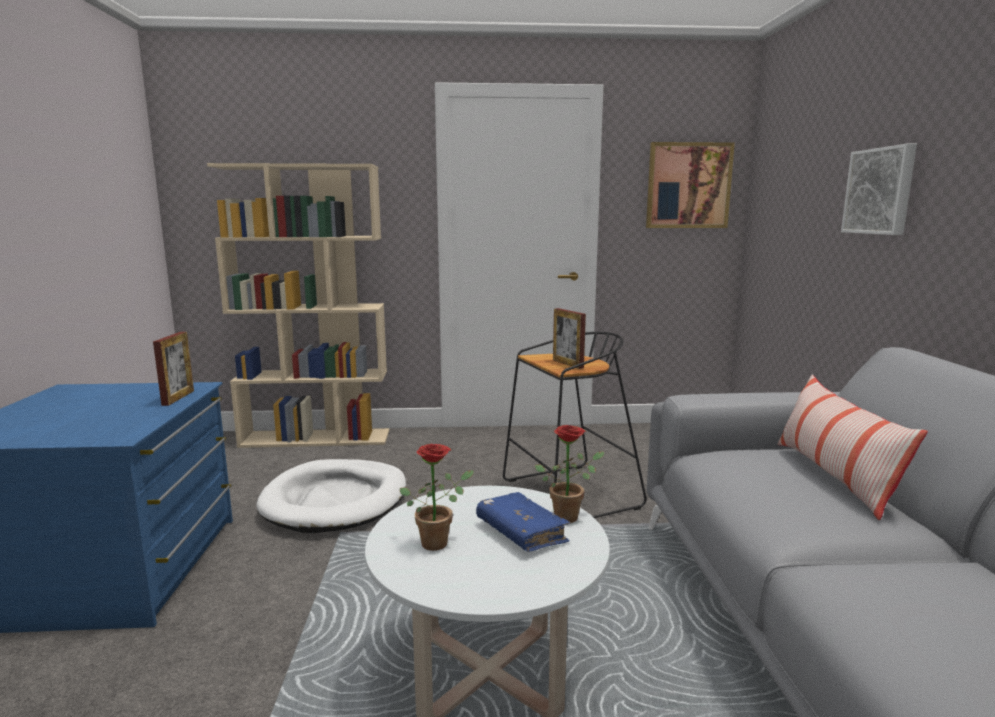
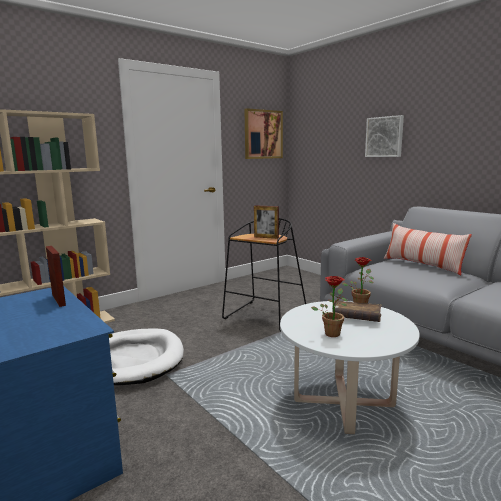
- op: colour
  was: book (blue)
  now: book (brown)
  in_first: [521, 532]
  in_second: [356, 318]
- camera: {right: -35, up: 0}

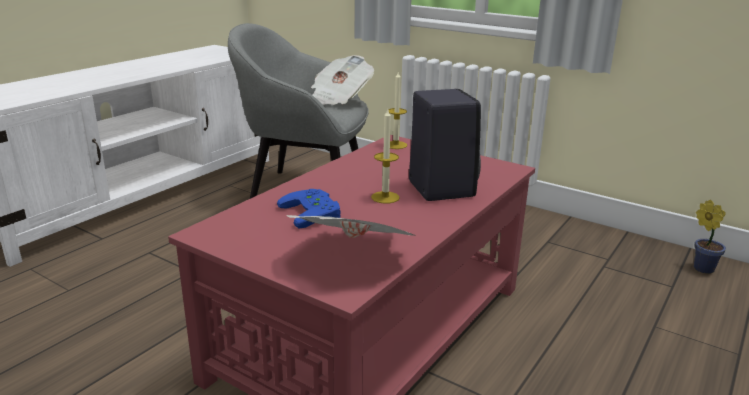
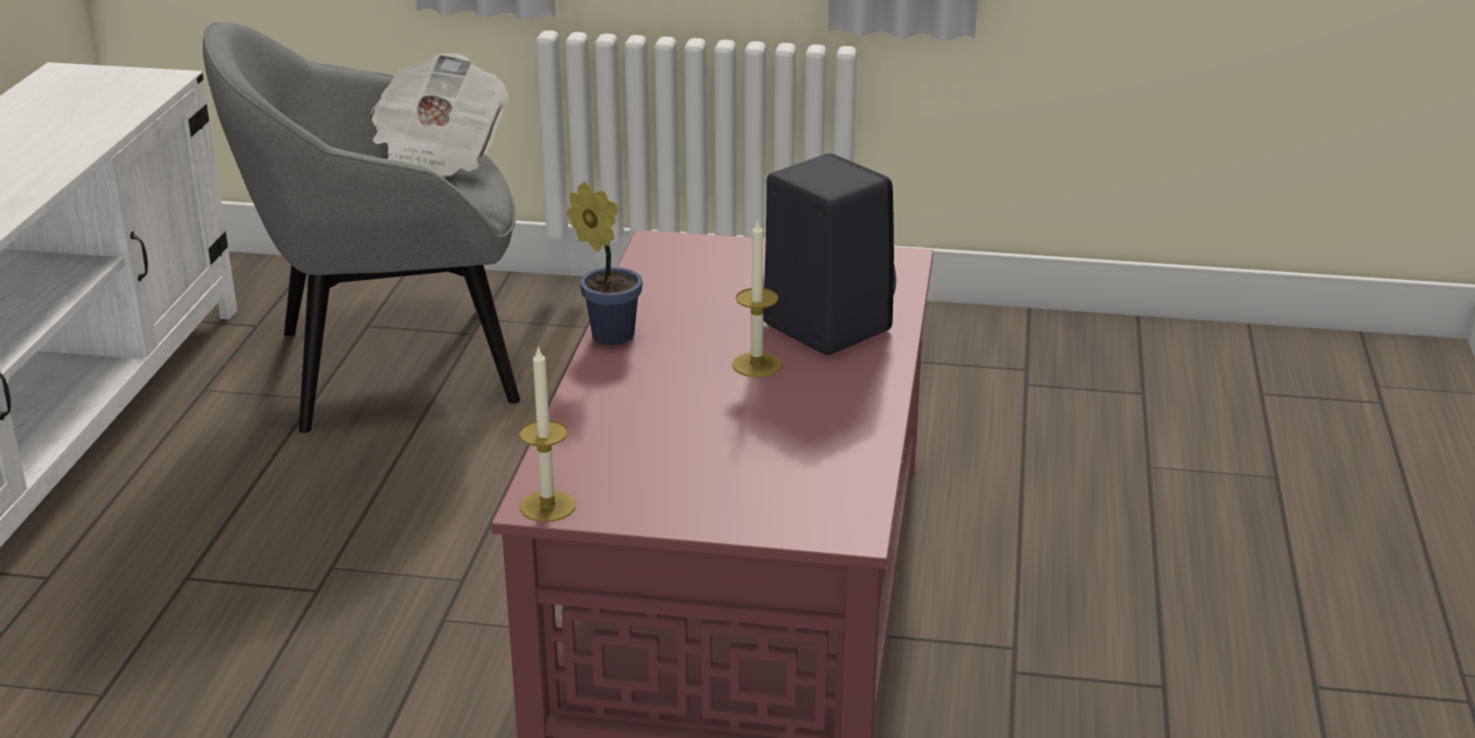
- op: missing
  was: game controller (blue)
  in_first: [314, 212]
- op: missing
  was: newspaper
  in_first: [355, 256]
- op: relocated
  was: candle
  in_first: [395, 145]
  in_second: [547, 506]
- op: relocated
  was: potted plant
  in_first: [701, 268]
  in_second: [608, 334]
- camera: {right: -25, up: 5}

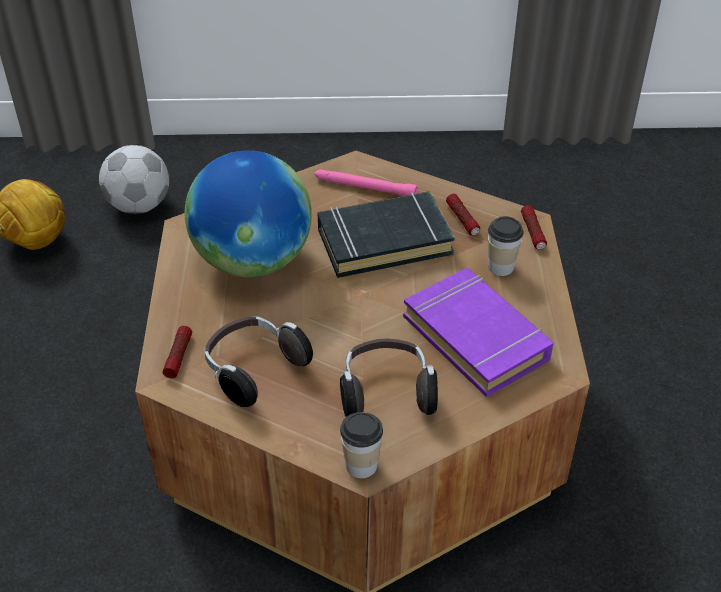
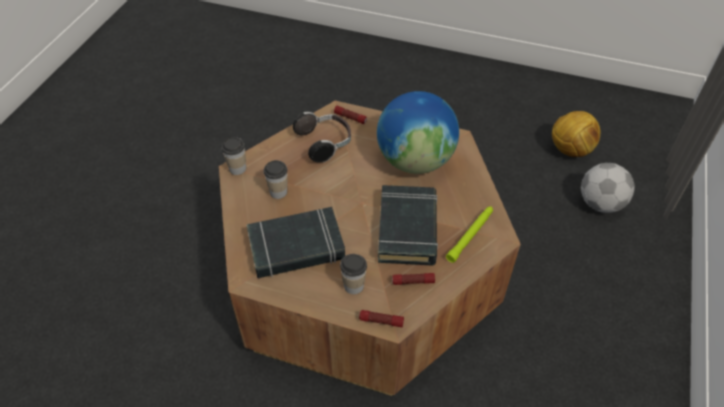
- op: exchanged
  was: headphones
  now: cup
  in_first: [386, 392]
  in_second: [278, 192]
- op: colour
  was: flashlight (pink)
  now: flashlight (green)
  in_first: [364, 188]
  in_second: [470, 235]
- op: colour
  was: book (purple)
  now: book (black)
  in_first: [476, 337]
  in_second: [296, 247]
- camera: {right: 110, up: 5}

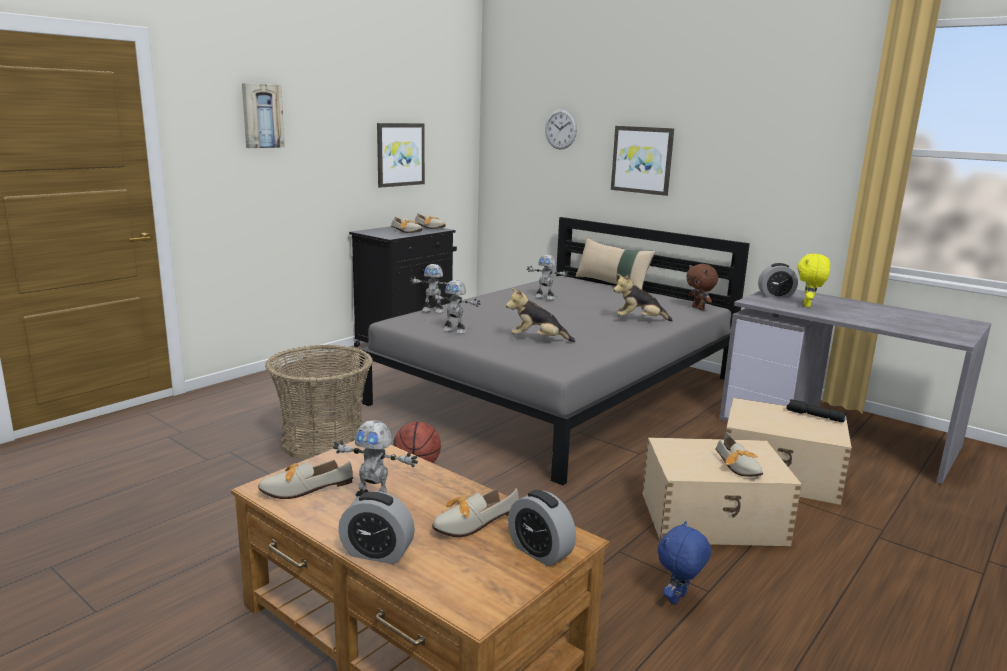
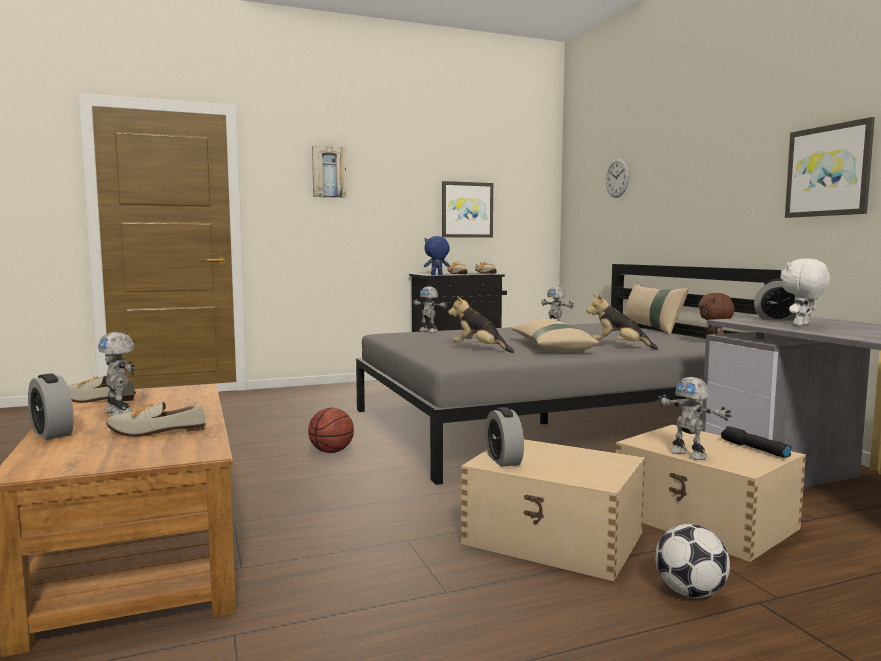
- op: missing
  was: basket
  in_first: [323, 441]
- op: missing
  was: shoe
  in_first: [739, 467]
- op: appeared
  now: pillow (beige)
  in_second: [550, 347]
- op: appeared
  now: football
  in_second: [690, 593]
- op: relocated
  was: toy robot
  in_first: [455, 331]
  in_second: [689, 454]
- op: relocated
  was: alarm clock
  in_first: [540, 552]
  in_second: [503, 460]
- op: relocated
  was: picture
  in_first: [642, 160]
  in_second: [828, 171]
- op: relocated
  was: plush toy (blue)
  in_first: [678, 599]
  in_second: [436, 275]
- op: colour
  was: plush toy (yellow)
  now: plush toy (white)
  in_first: [808, 305]
  in_second: [802, 325]
- camera: {right: 30, up: -10}

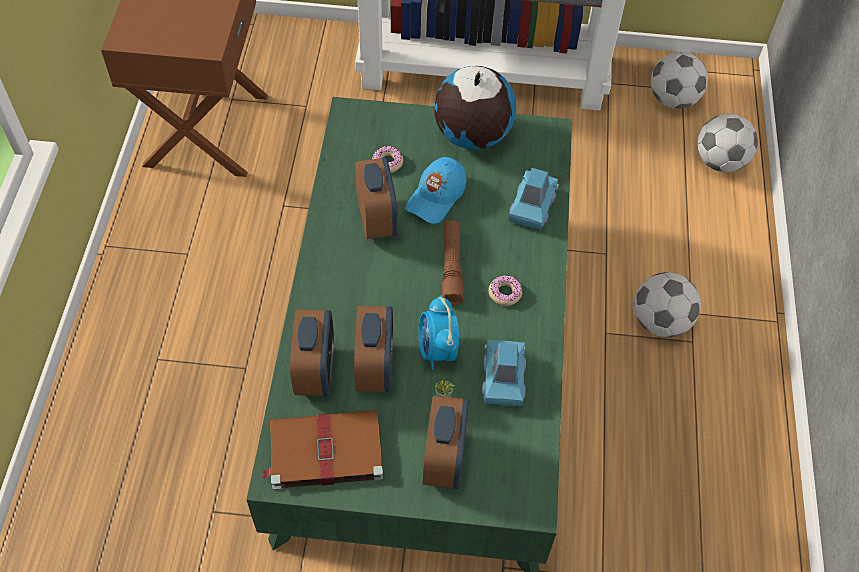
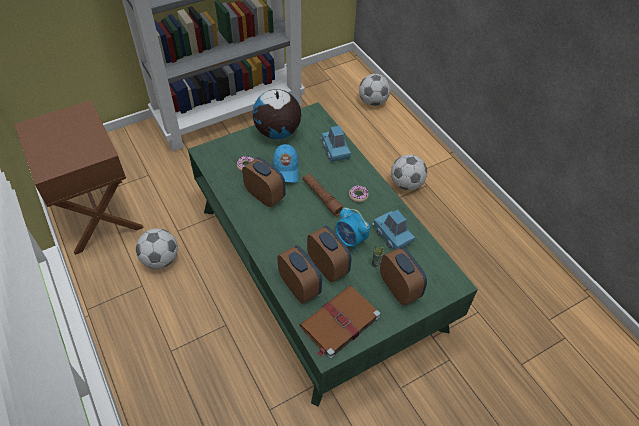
- op: relocated
  was: football
  in_first: [673, 100]
  in_second: [161, 259]
- camera: {right: -35, up: -5}

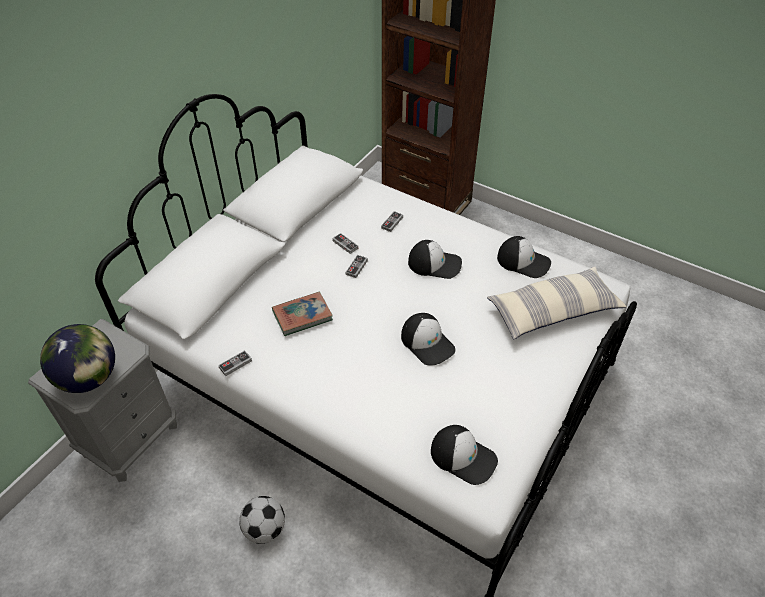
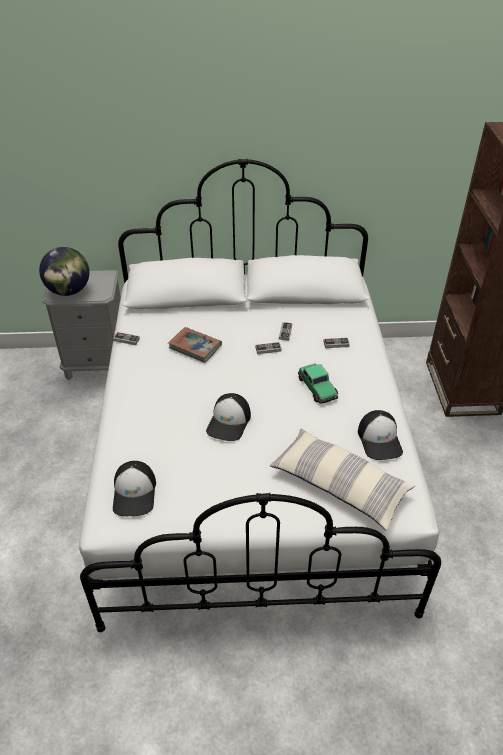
- op: missing
  was: football
  in_first: [264, 529]
- op: exchanged
  was: cap
  now: toy car
  in_first: [435, 263]
  in_second: [317, 388]
- camera: {right: 55, up: -5}

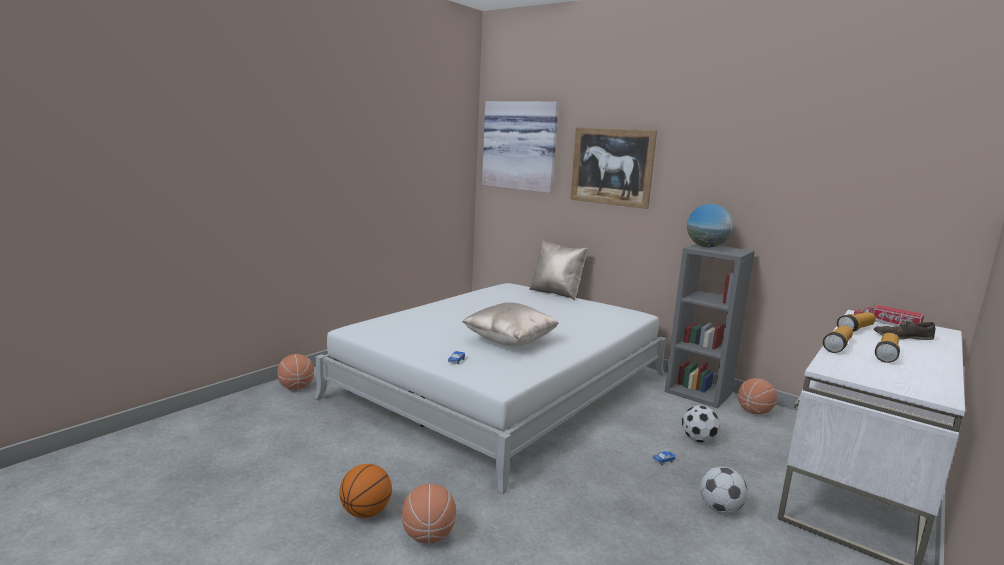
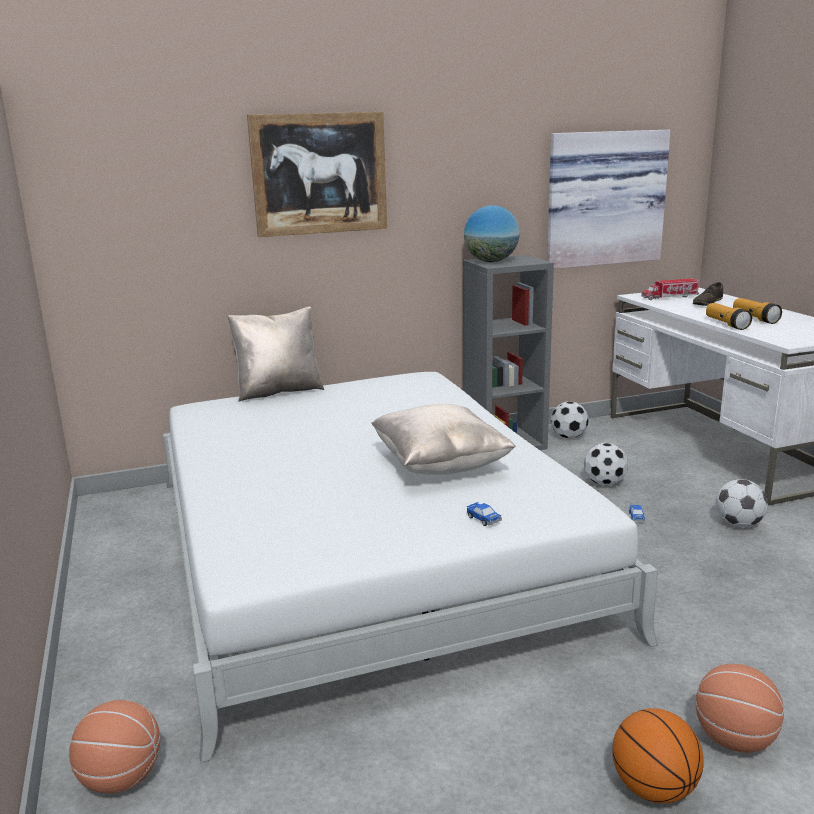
- op: missing
  was: flashlight
  in_first: [855, 329]
- op: relocated
  was: picture
  in_first: [521, 146]
  in_second: [604, 198]
- op: exchanged
  was: basketball
  now: football
  in_first: [754, 412]
  in_second: [569, 436]
- camera: {right: -55, up: 5}

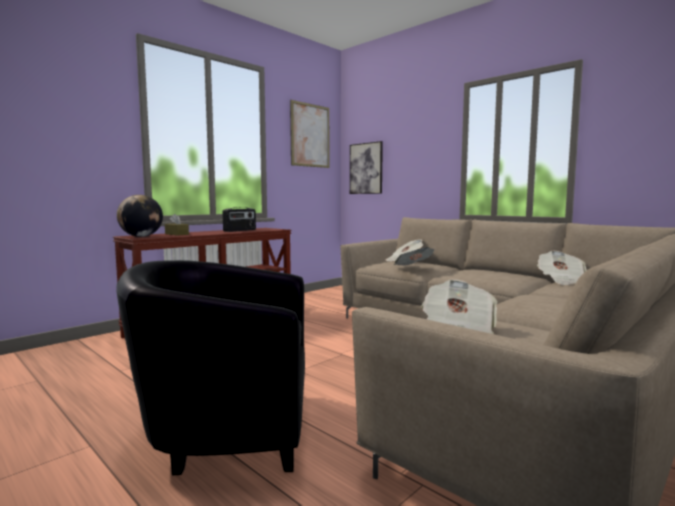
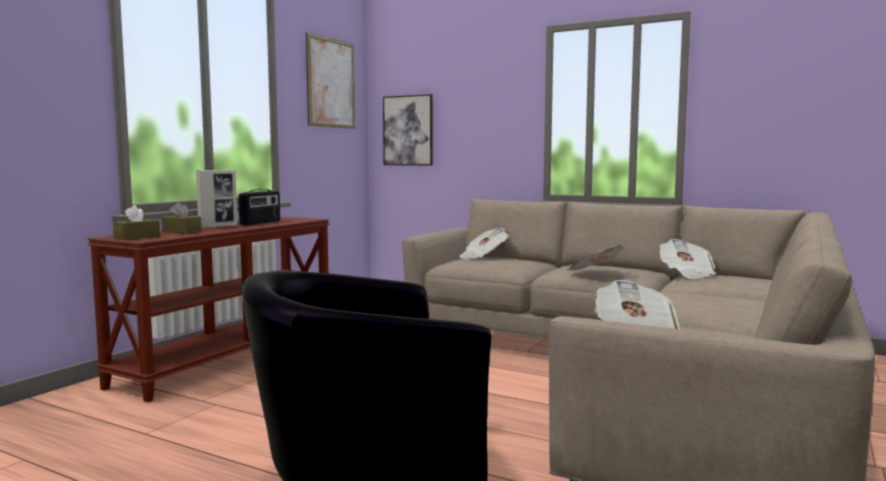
- op: appeared
  now: picture frame
  in_second: [218, 227]
- op: relocated
  was: newspaper
  in_first: [413, 268]
  in_second: [594, 274]
- op: exchanged
  was: globe
  now: tissue box (brown)
  in_first: [141, 236]
  in_second: [137, 237]
- camera: {right: -15, up: 0}

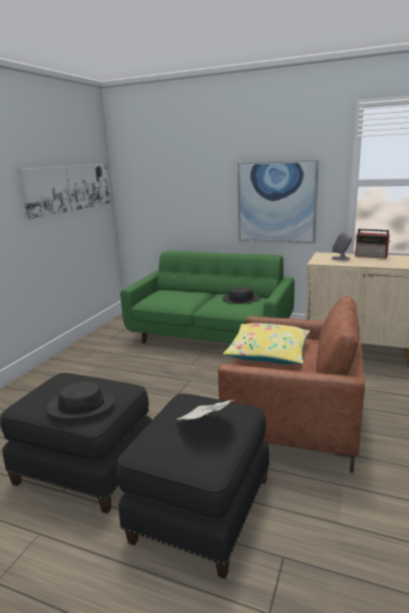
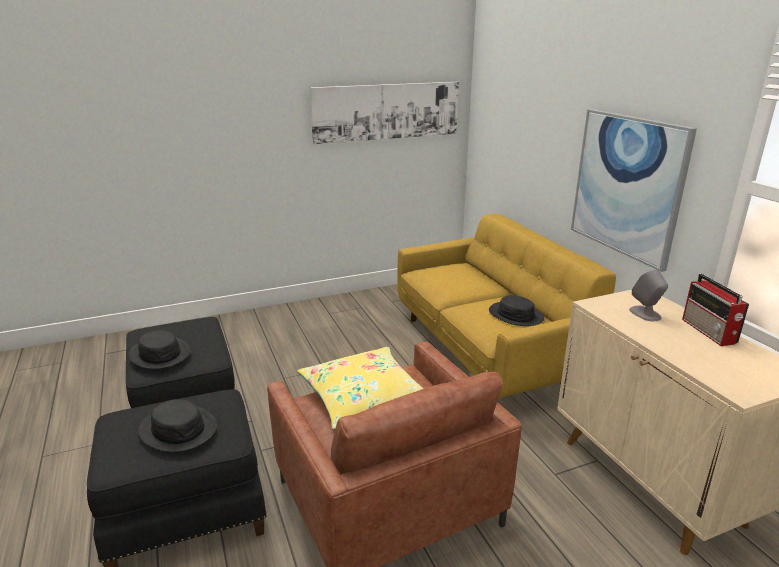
- op: exchanged
  was: newspaper
  now: hat (black)
  in_first: [205, 423]
  in_second: [178, 429]
- op: colour
  was: sofa (green)
  now: sofa (yellow)
  in_first: [211, 335]
  in_second: [491, 347]
- camera: {right: 45, up: 5}

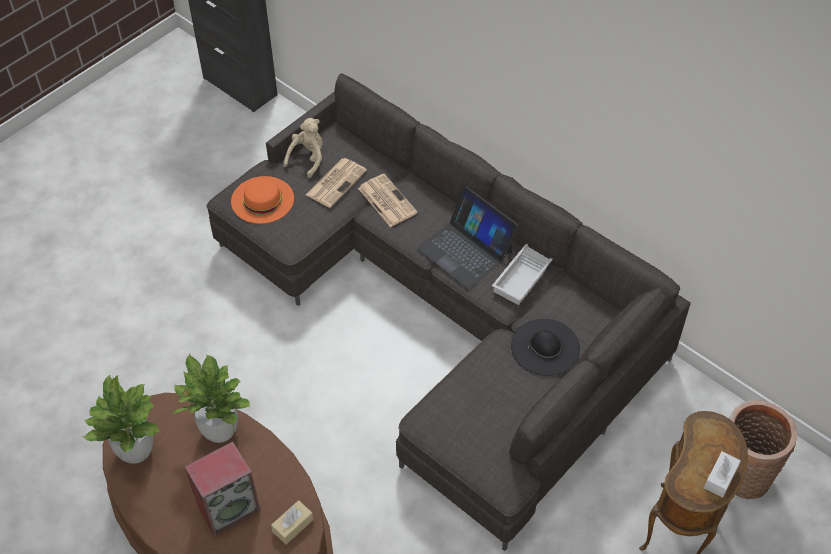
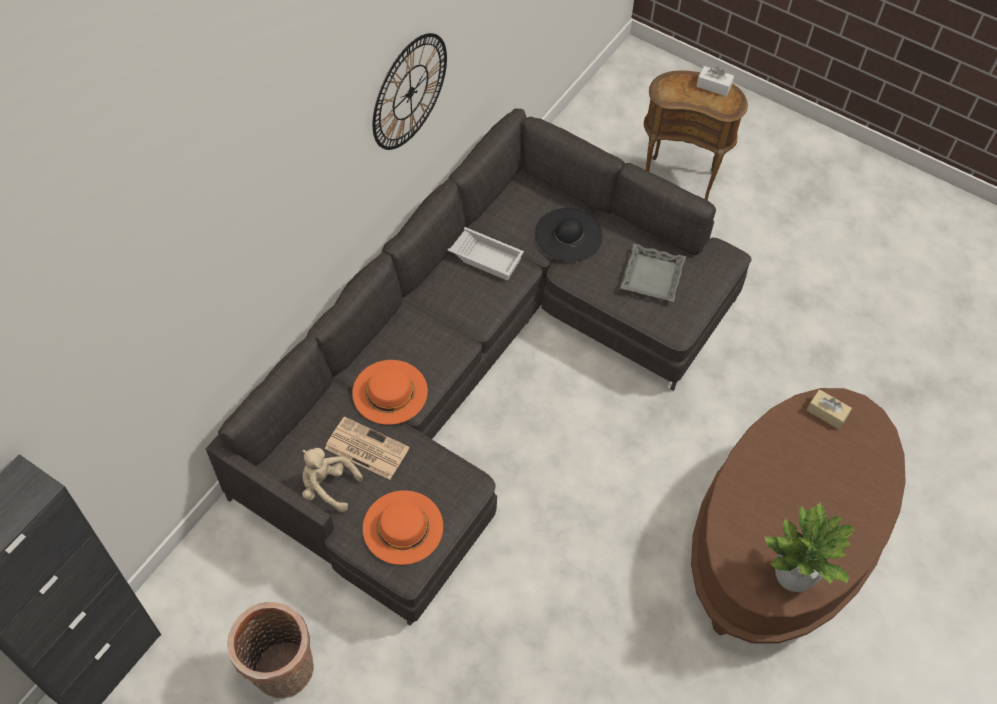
- op: missing
  was: potted plant
  in_first: [219, 431]
- op: missing
  was: speaker
  in_first: [229, 507]
- op: missing
  was: laptop
  in_first: [466, 250]
- op: appeared
  now: wall clock
  in_second: [410, 92]
- op: appeared
  now: tray (grey)
  in_second: [651, 276]
- op: relocated
  was: basket
  in_first: [741, 475]
  in_second: [282, 674]
- op: exchanged
  was: newspaper
  now: hat (orange)
  in_first: [386, 200]
  in_second: [390, 392]
- camera: {right: -100, up: 5}

